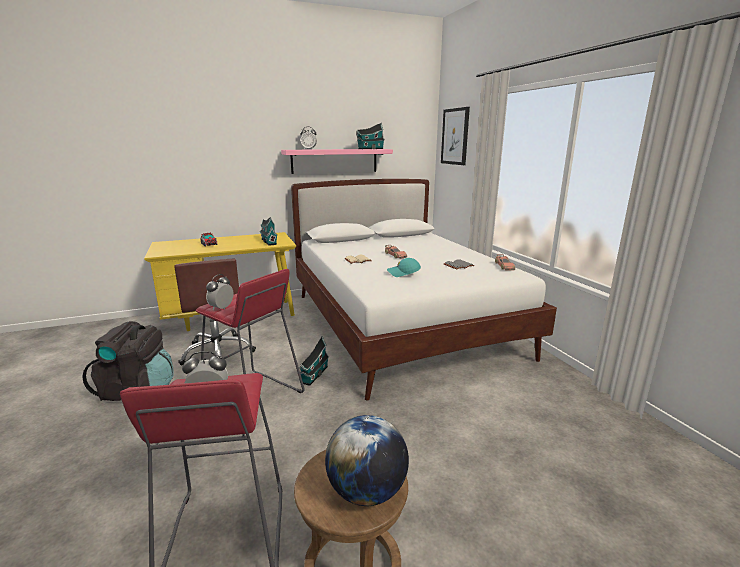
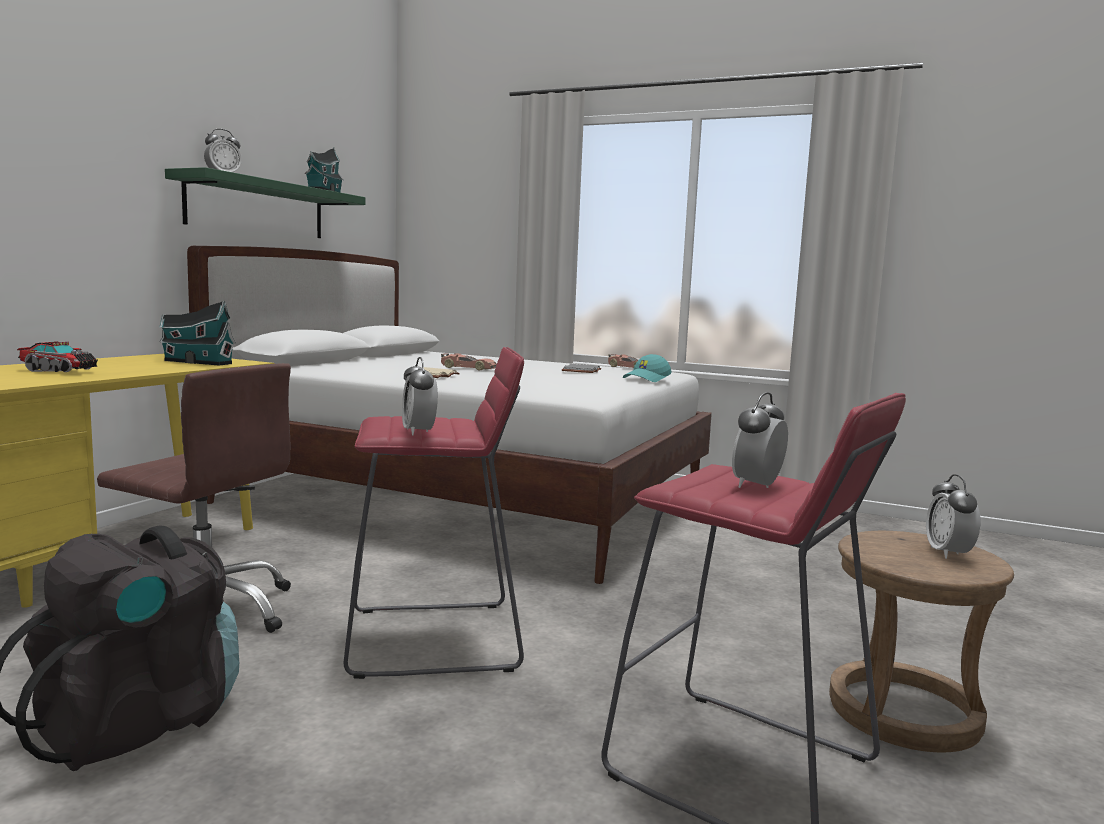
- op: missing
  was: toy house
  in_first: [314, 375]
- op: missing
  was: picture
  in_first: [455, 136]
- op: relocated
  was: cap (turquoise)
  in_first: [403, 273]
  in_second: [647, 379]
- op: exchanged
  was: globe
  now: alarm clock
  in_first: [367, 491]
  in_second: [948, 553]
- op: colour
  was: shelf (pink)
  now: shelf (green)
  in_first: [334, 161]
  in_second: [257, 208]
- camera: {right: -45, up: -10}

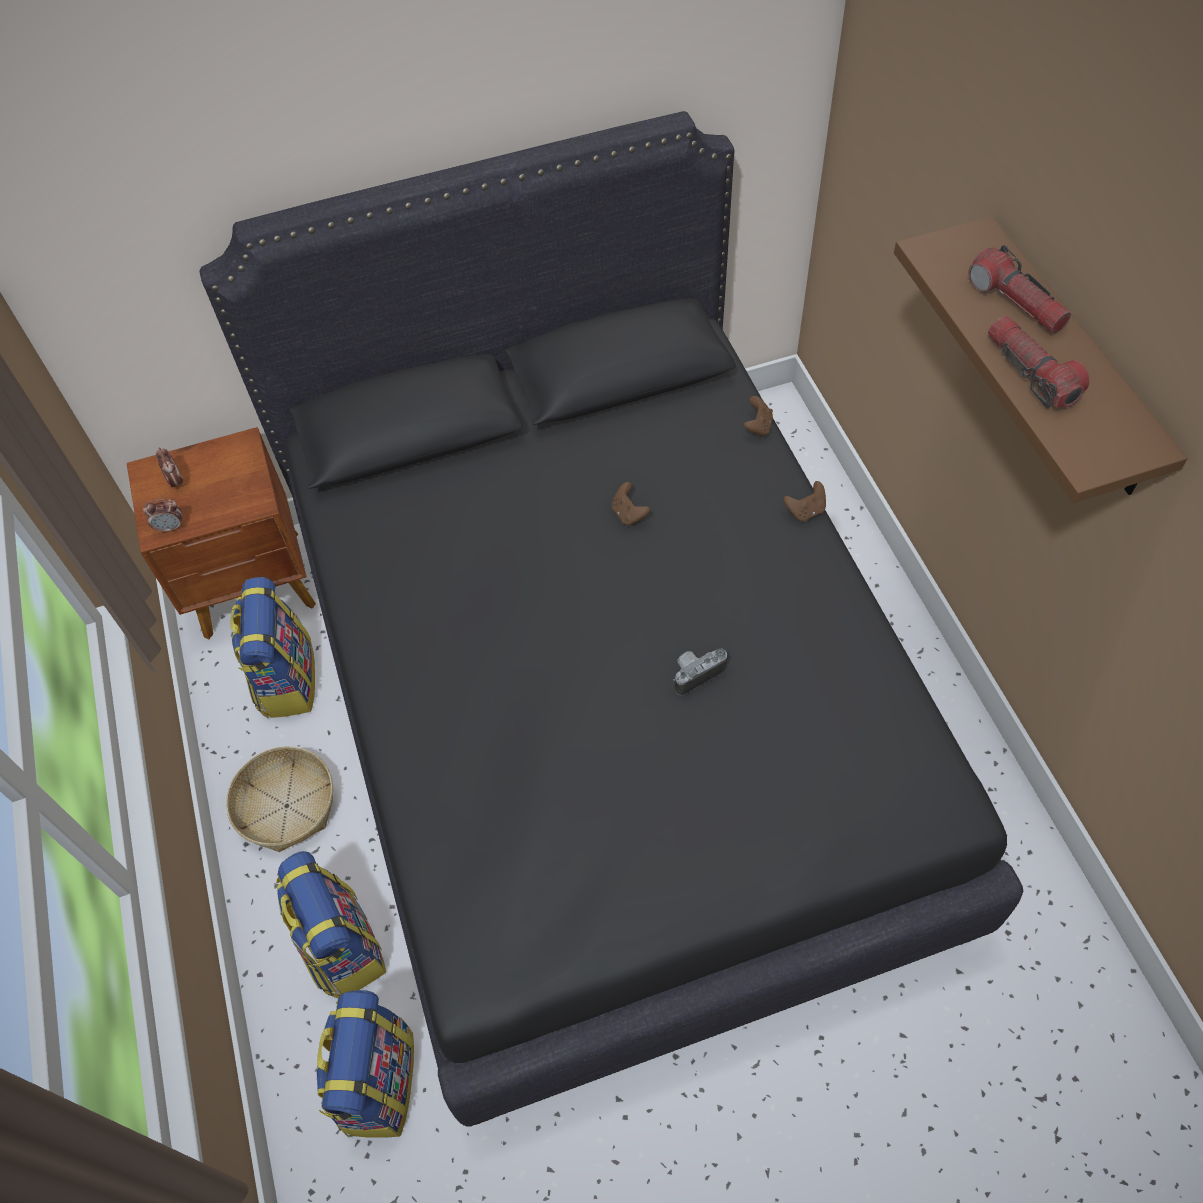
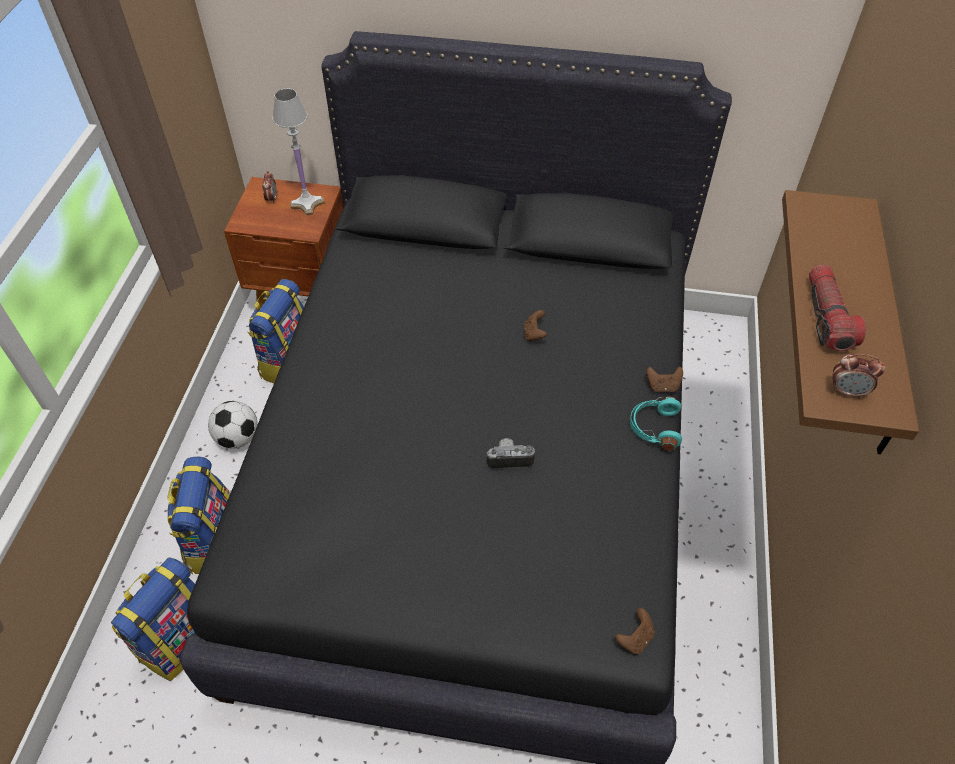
- op: missing
  was: flashlight
  in_first: [1015, 302]
- op: appeared
  now: table lamp (white)
  in_second: [307, 203]
- op: appeared
  now: headphones (turquoise)
  in_second: [654, 428]
- op: relocated
  was: alarm clock
  in_first: [171, 527]
  in_second: [847, 391]
- op: relocated
  was: game controller (brown)
  in_first: [758, 426]
  in_second: [635, 638]
- op: exchanged
  was: basket
  now: football
  in_first: [286, 806]
  in_second: [238, 438]
- camera: {right: 25, up: -5}

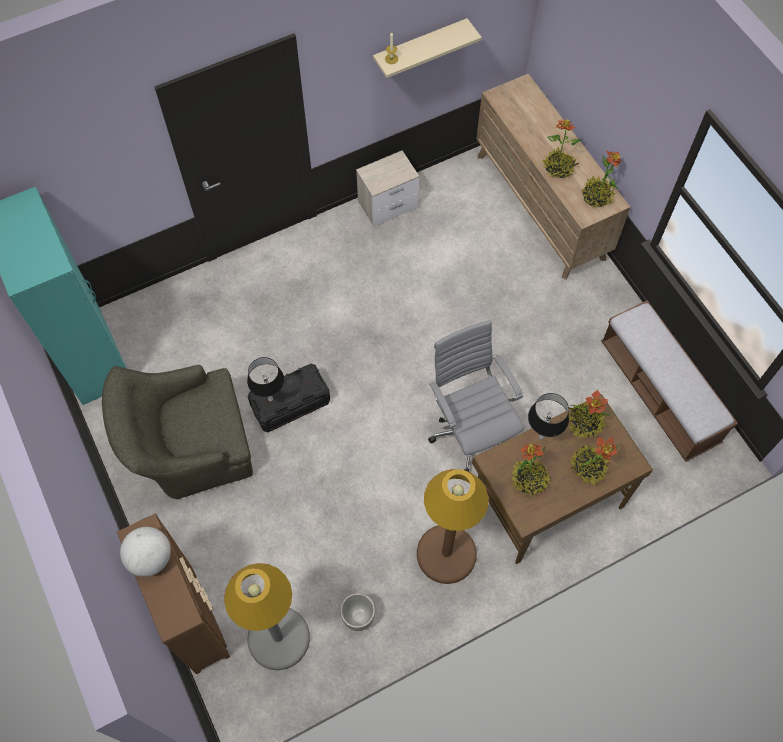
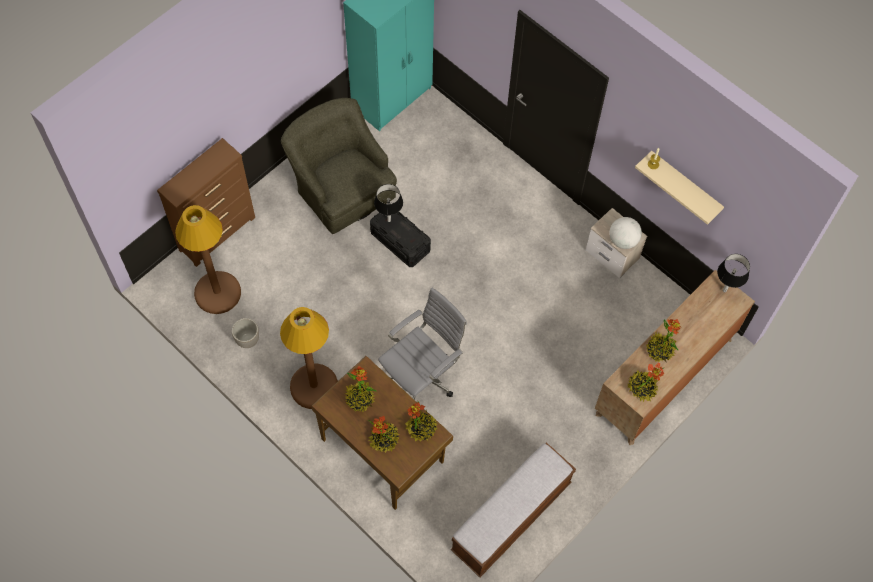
- op: relocated
  was: globe
  in_first: [150, 558]
  in_second: [623, 240]
- op: relocated
  was: table lamp (black)
  in_first: [541, 437]
  in_second: [724, 290]
- op: colour
  was: floor lamp (grey)
  now: floor lamp (brown)
  in_first: [278, 638]
  in_second: [217, 293]
- camera: {right: 70, up: 0}

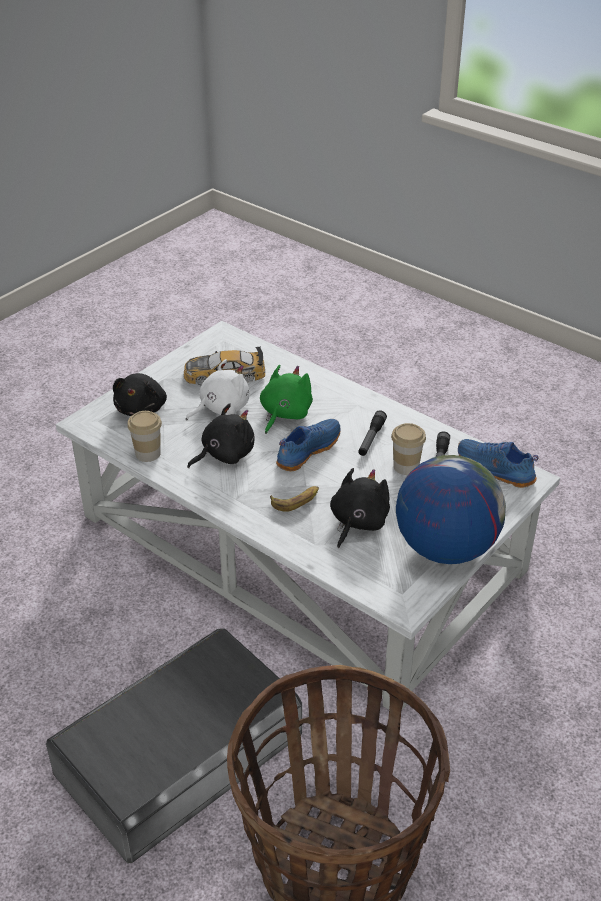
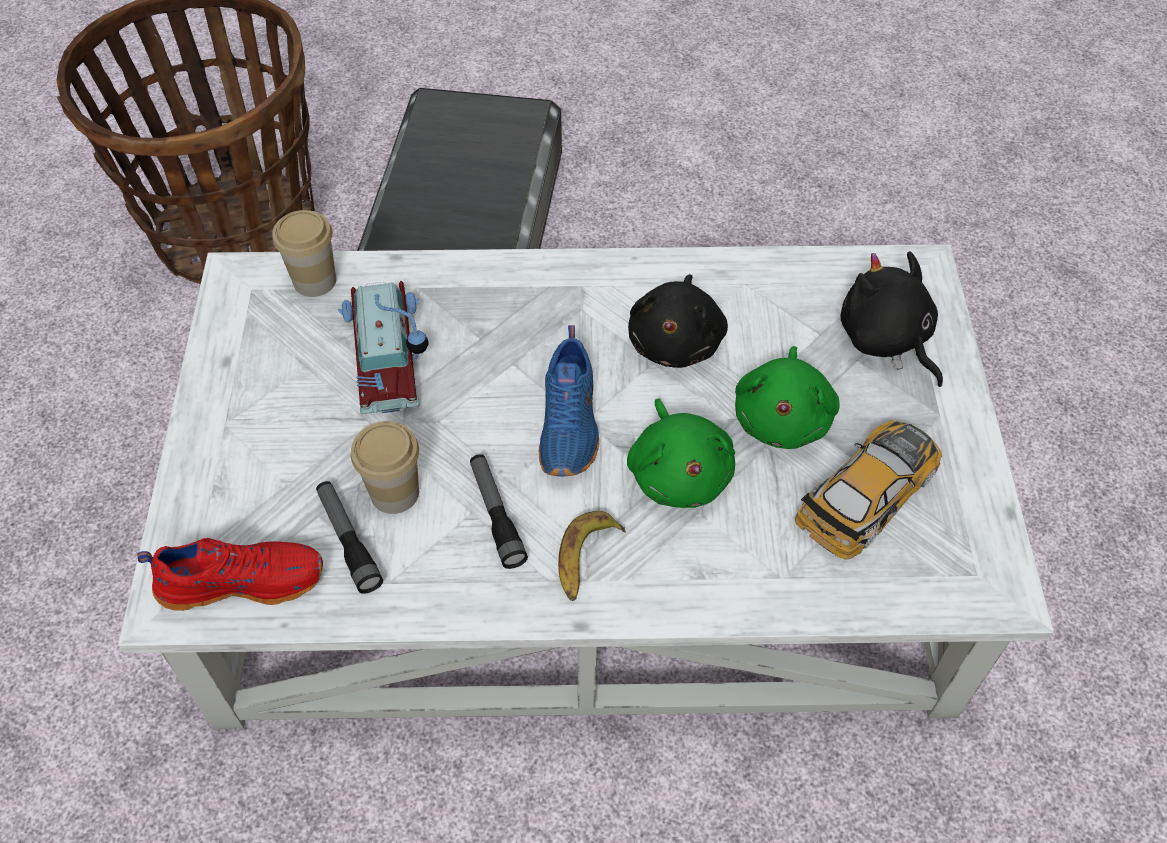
- op: missing
  was: globe
  in_first: [445, 548]
- op: relocated
  was: cup
  in_first: [148, 453]
  in_second: [314, 280]
- op: relocated
  was: banana
  in_first: [296, 501]
  in_second: [585, 560]
- op: exchanged
  was: plush toy (black)
  now: toy car
  in_first: [357, 522]
  in_second: [388, 351]
- op: colour
  was: plush toy (white)
  now: plush toy (green)
  in_first: [221, 408]
  in_second: [783, 417]
- op: colour
  was: shoe (blue)
  now: shoe (red)
  in_first: [494, 471]
  in_second: [242, 580]
- camera: {right: 140, up: 15}

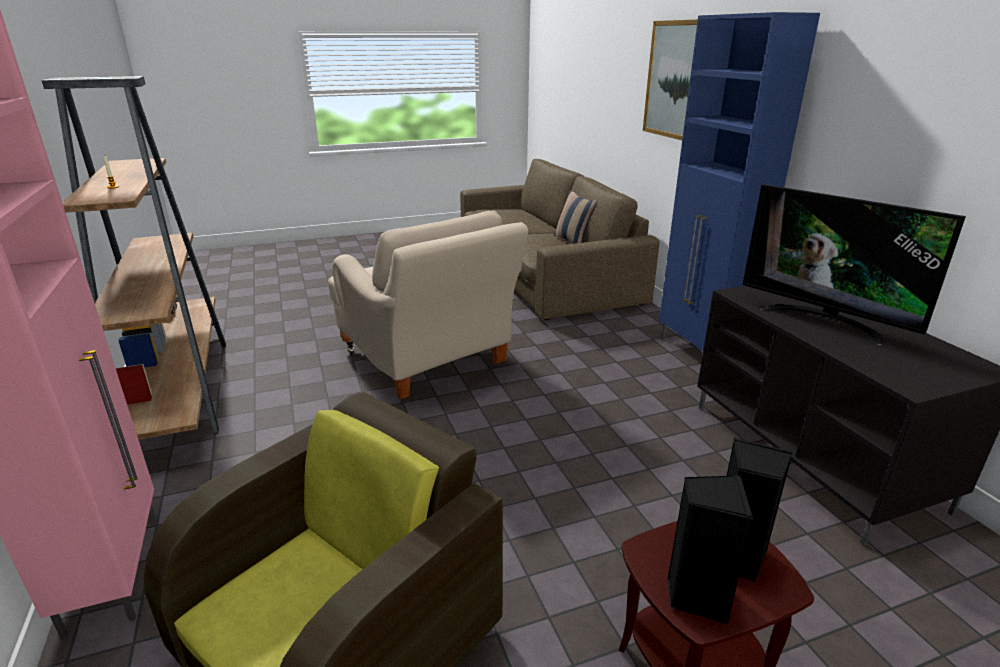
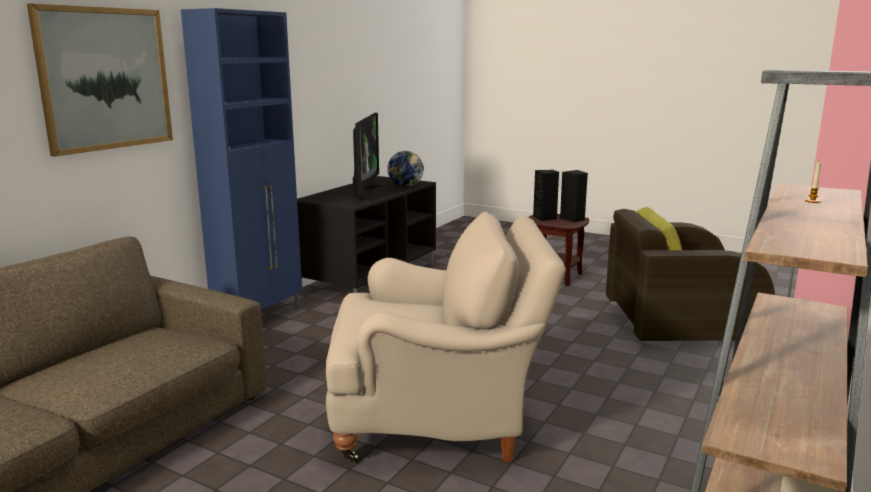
- op: missing
  was: pillow
  in_first: [572, 241]
- op: appeared
  now: globe
  in_second: [406, 186]
- op: spun
  was: armchair (beige)
  in_first: [428, 360]
  in_second: [439, 419]
  clockwise: 75
- camera: {right: -130, up: -10}

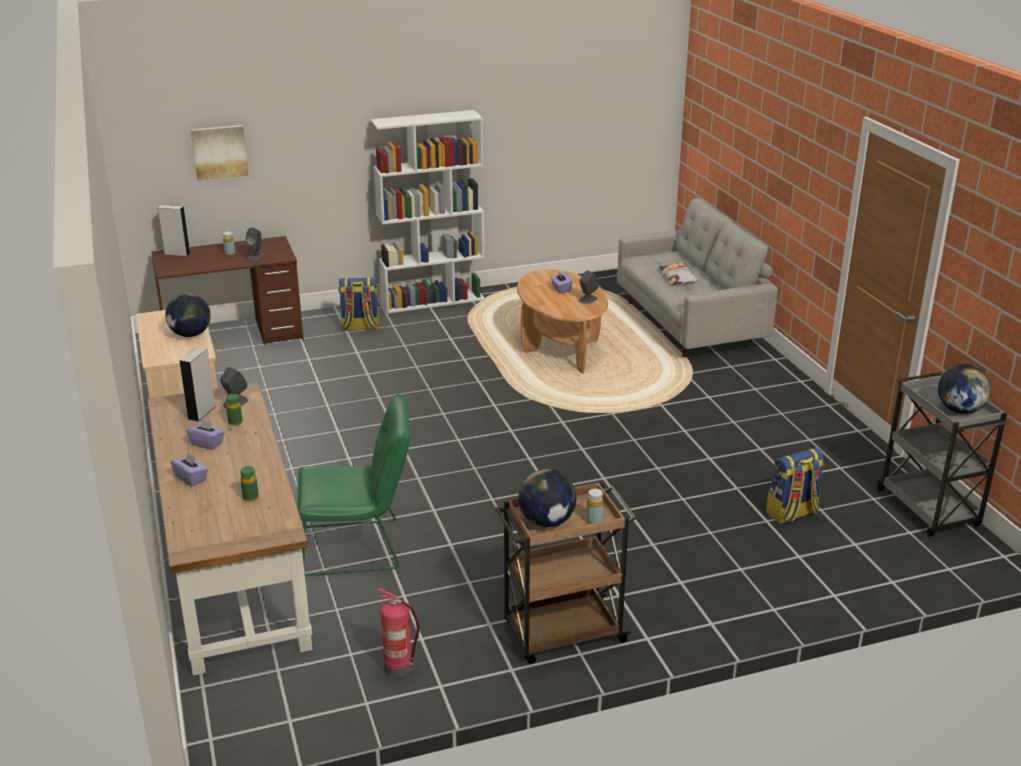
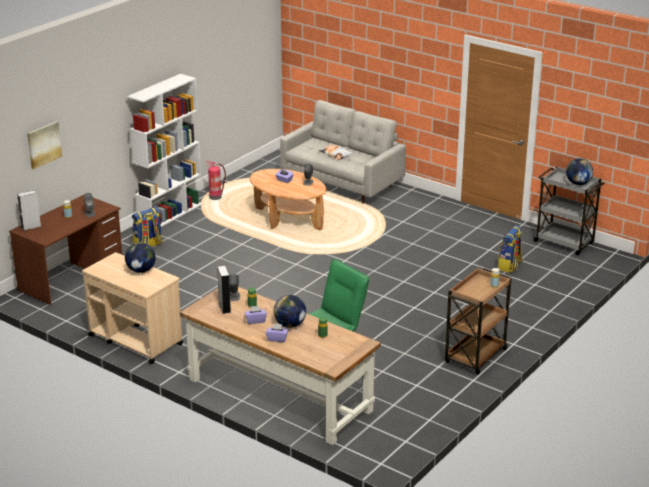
- op: relocated
  was: fire extinguisher
  in_first: [400, 667]
  in_second: [216, 197]
- op: relocated
  was: globe
  in_first: [547, 522]
  in_second: [290, 325]
- camera: {right: -35, up: 0}

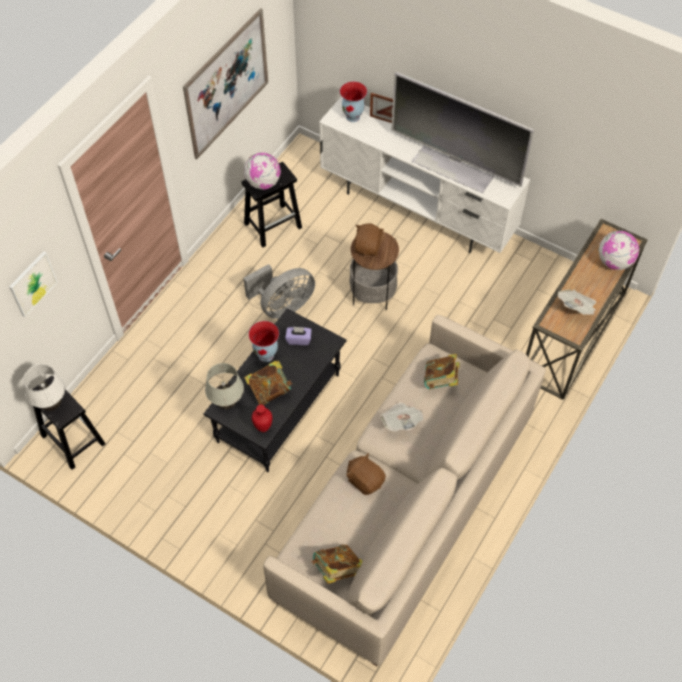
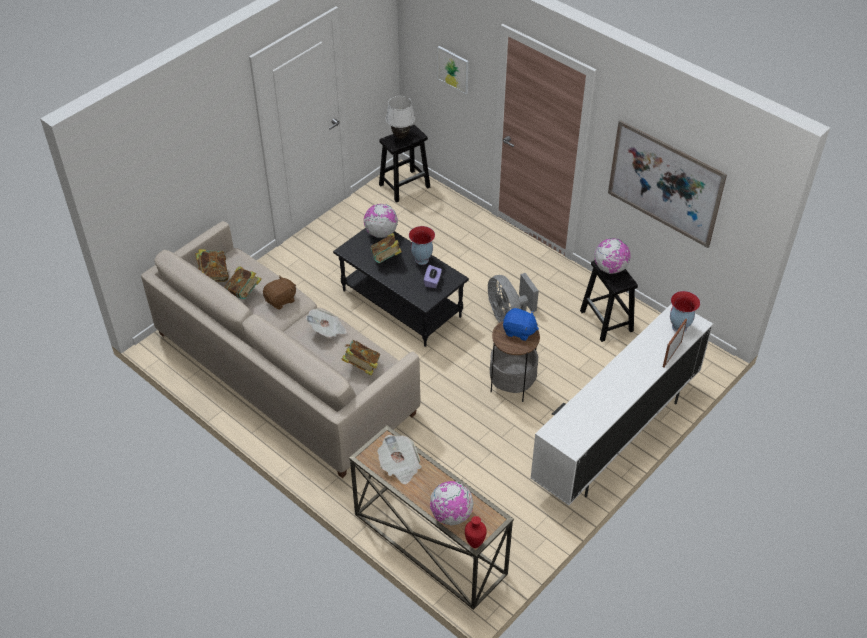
- op: missing
  was: television
  in_first: [453, 168]
- op: appeared
  now: book
  in_second: [244, 293]
- op: relocated
  was: vase (red)
  in_first: [264, 428]
  in_second: [474, 544]
- op: exchanged
  was: table lamp (white)
  now: globe
  in_first: [227, 403]
  in_second: [381, 233]
- op: colour
  was: plush toy (brown)
  now: plush toy (blue)
  in_first: [368, 247]
  in_second: [519, 331]
- camera: {right: 100, up: -10}

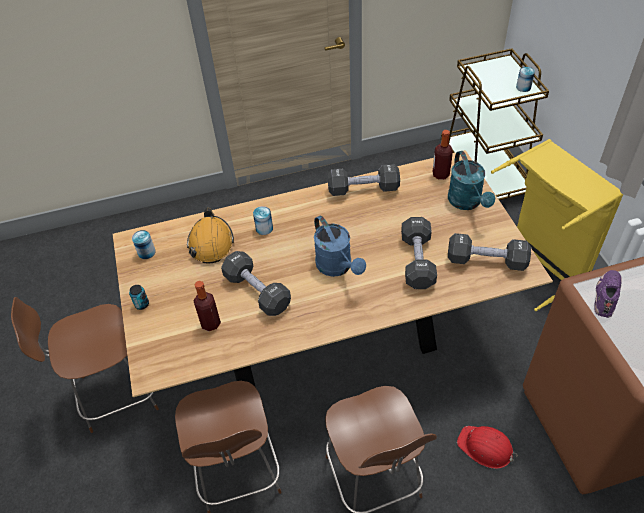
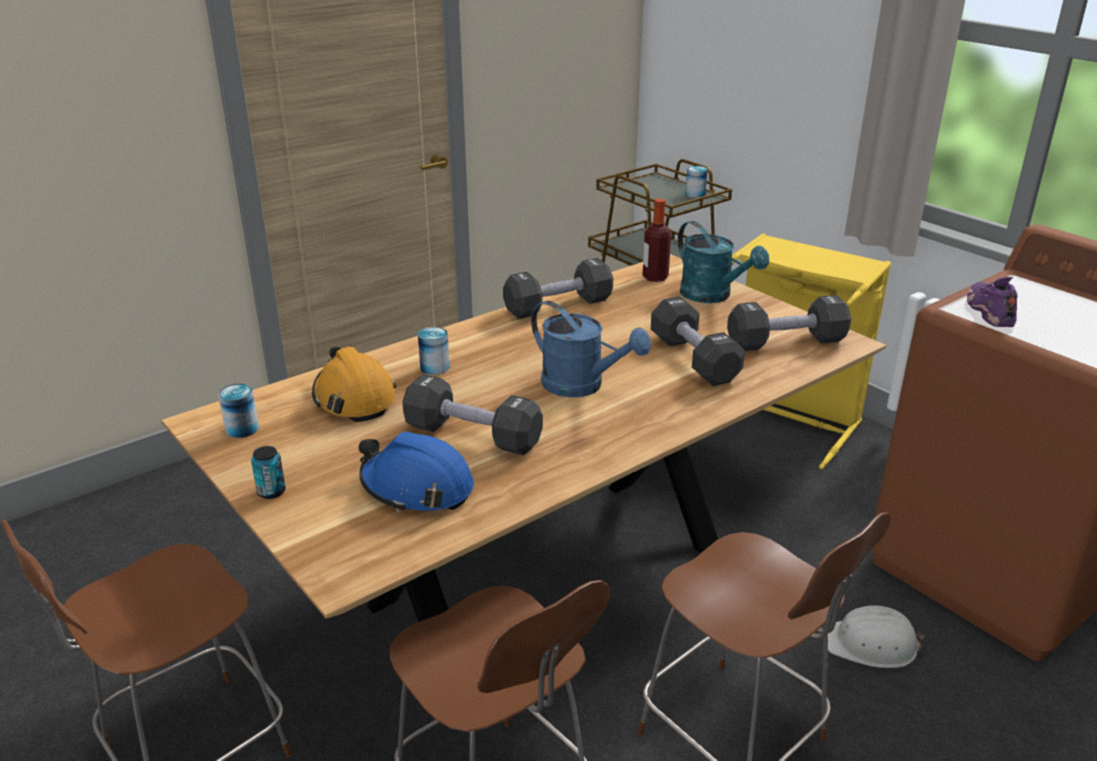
- op: exchanged
  was: bottle
  now: hard hat (blue)
  in_first: [210, 323]
  in_second: [417, 488]
- op: colour
  was: hard hat (red)
  now: hard hat (white)
  in_first: [485, 448]
  in_second: [871, 645]
- camera: {right: -25, up: -20}

